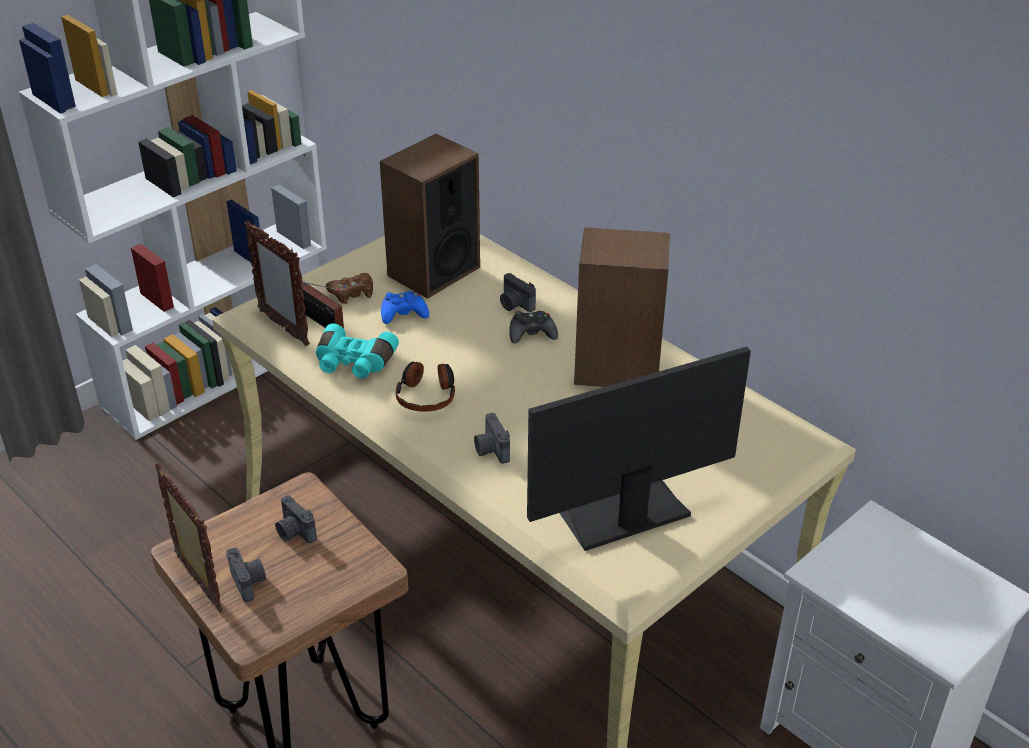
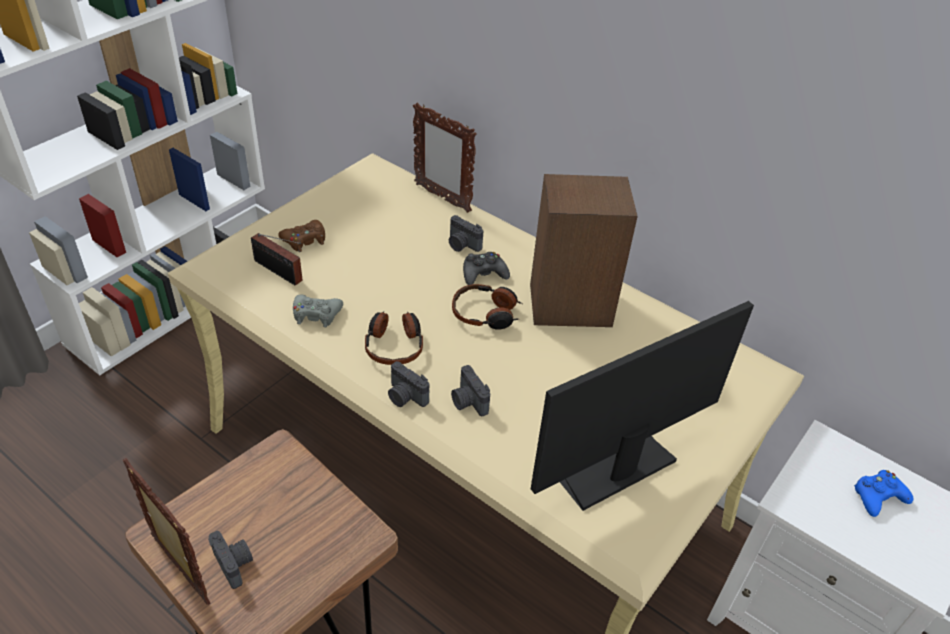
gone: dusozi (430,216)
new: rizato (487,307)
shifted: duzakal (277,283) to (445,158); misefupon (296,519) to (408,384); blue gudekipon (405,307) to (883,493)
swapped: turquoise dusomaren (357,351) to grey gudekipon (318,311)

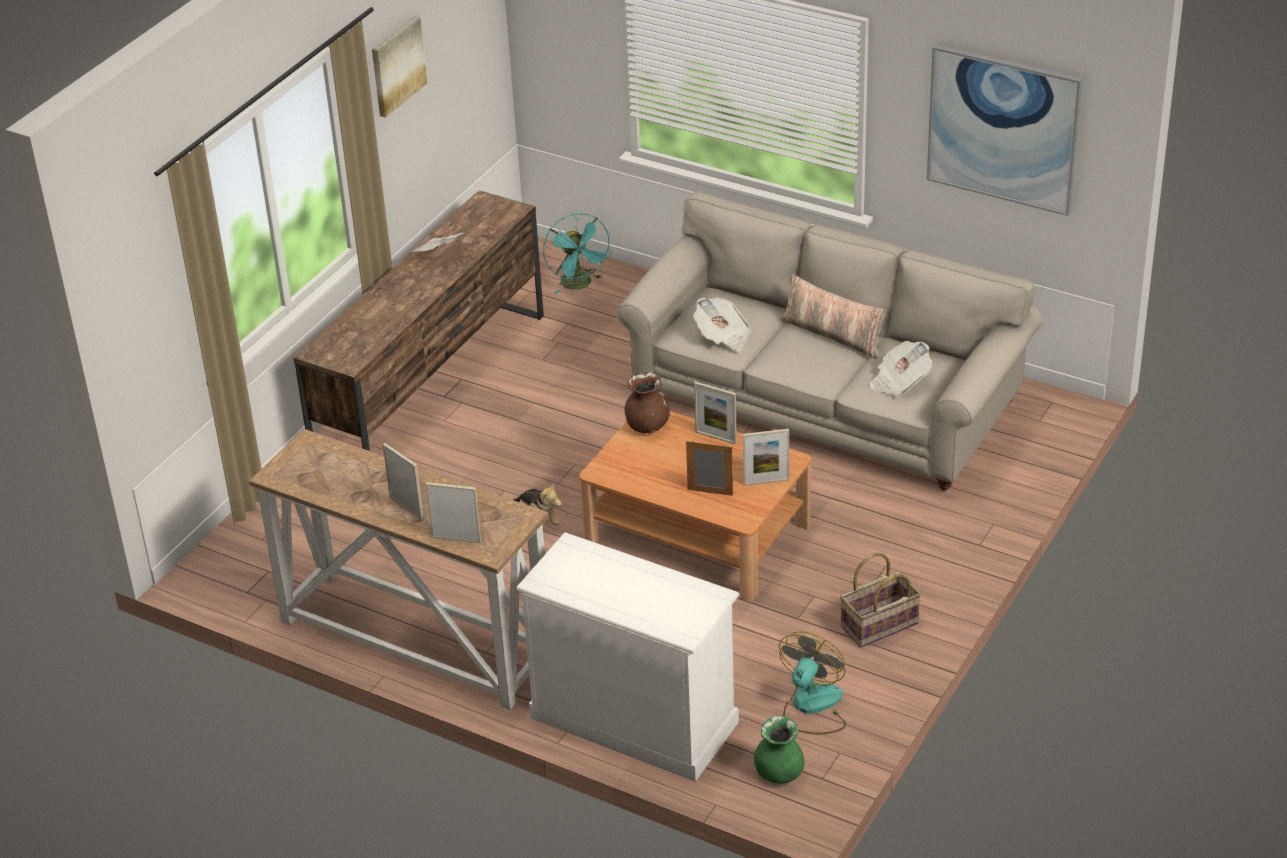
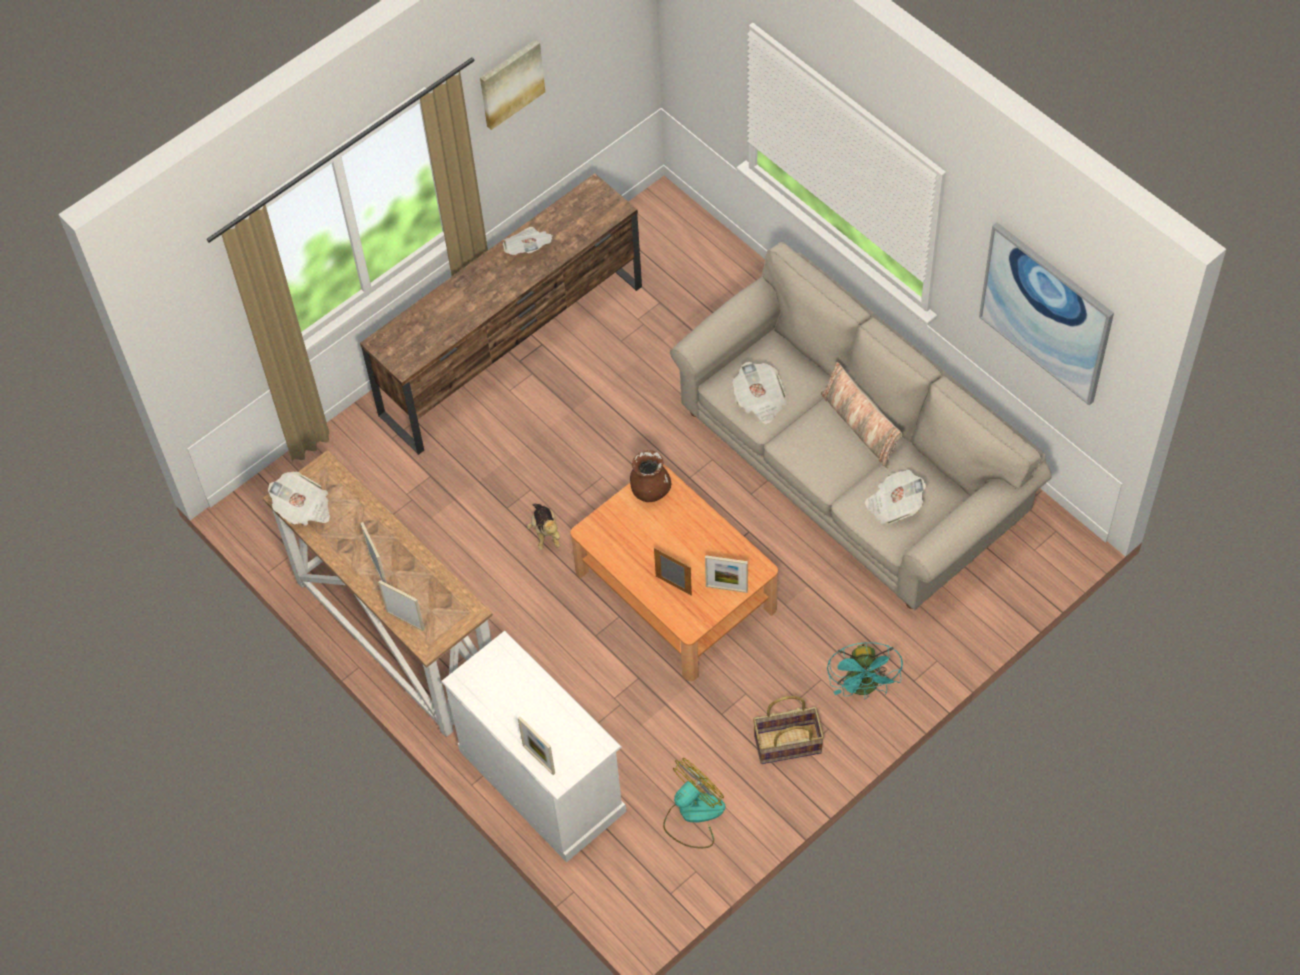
gone: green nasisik (779,750)
new: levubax (299,499)
shifted: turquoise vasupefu (577,253) to (865,670); duzakal (715,413) to (536,745)

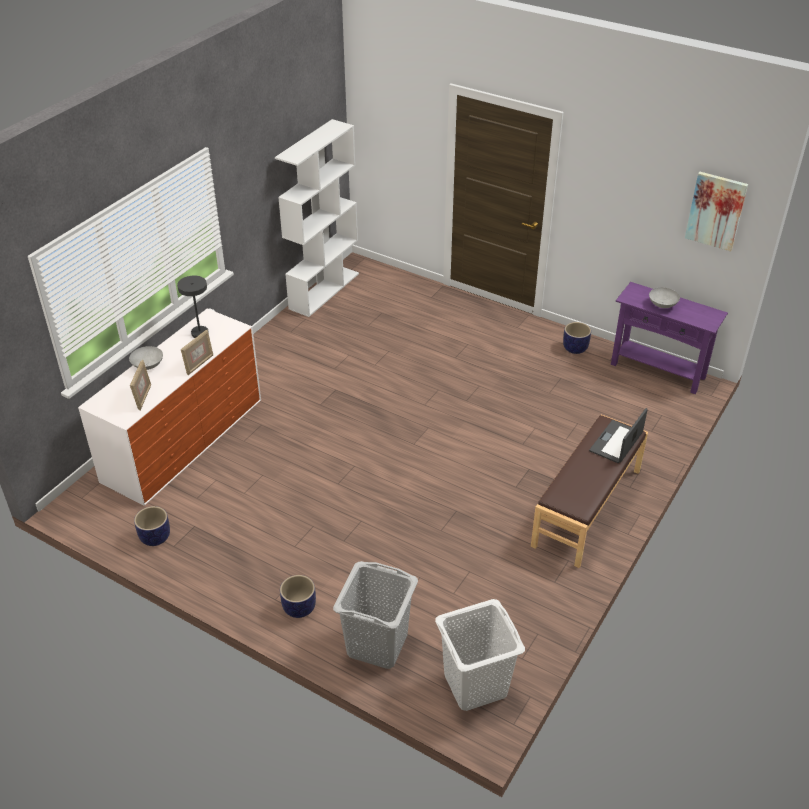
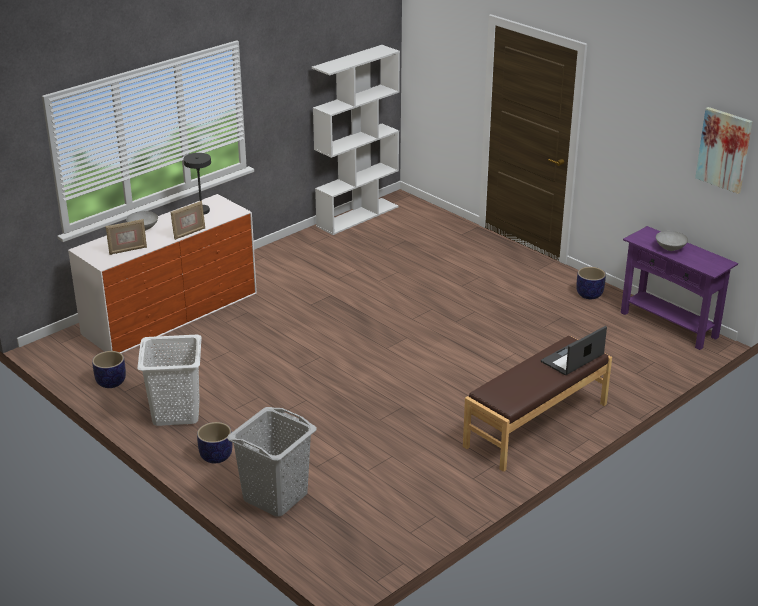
shifted: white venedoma (480,655) to (169,380)
rotated: duzakal (140,385) = (126,237) 45 degrees clockwise

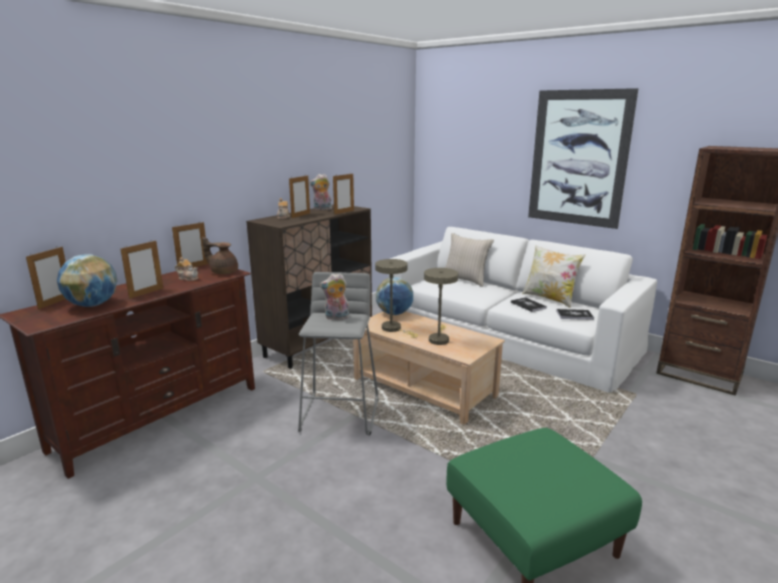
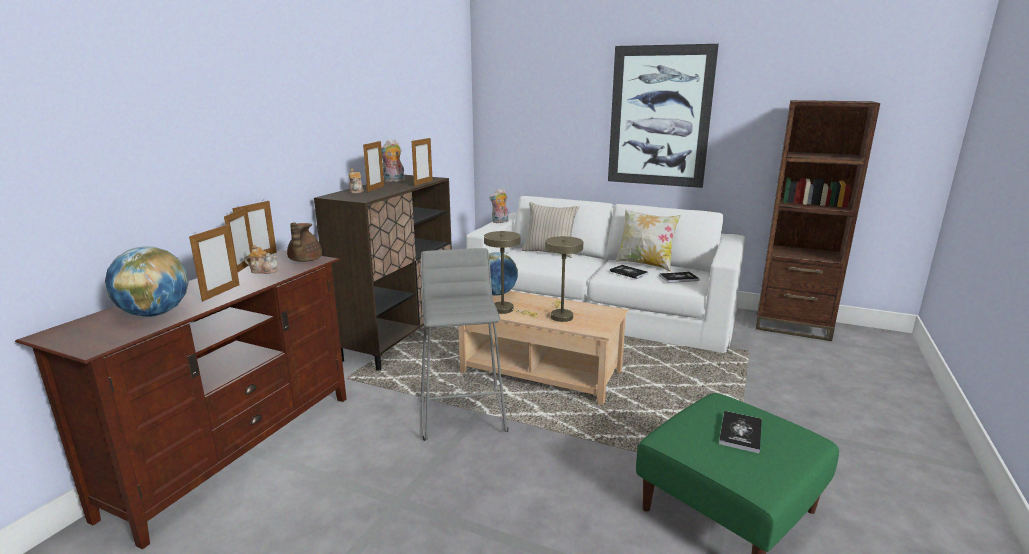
new: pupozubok (740,432)
shifted: duzakal (46,278) to (238,239); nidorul (334,296) to (499,206)
rotated: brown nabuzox (220,255) = (304,242) 90 degrees counterclockwise

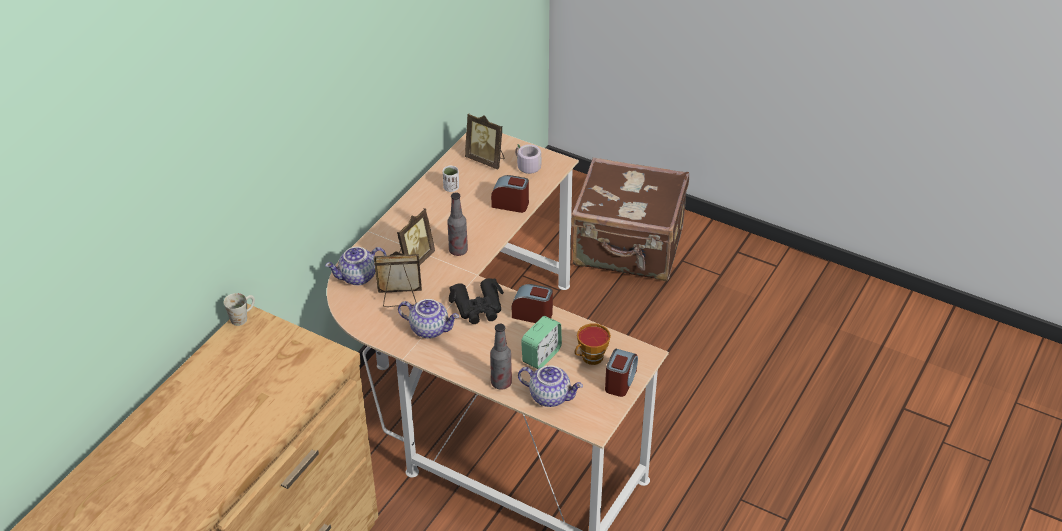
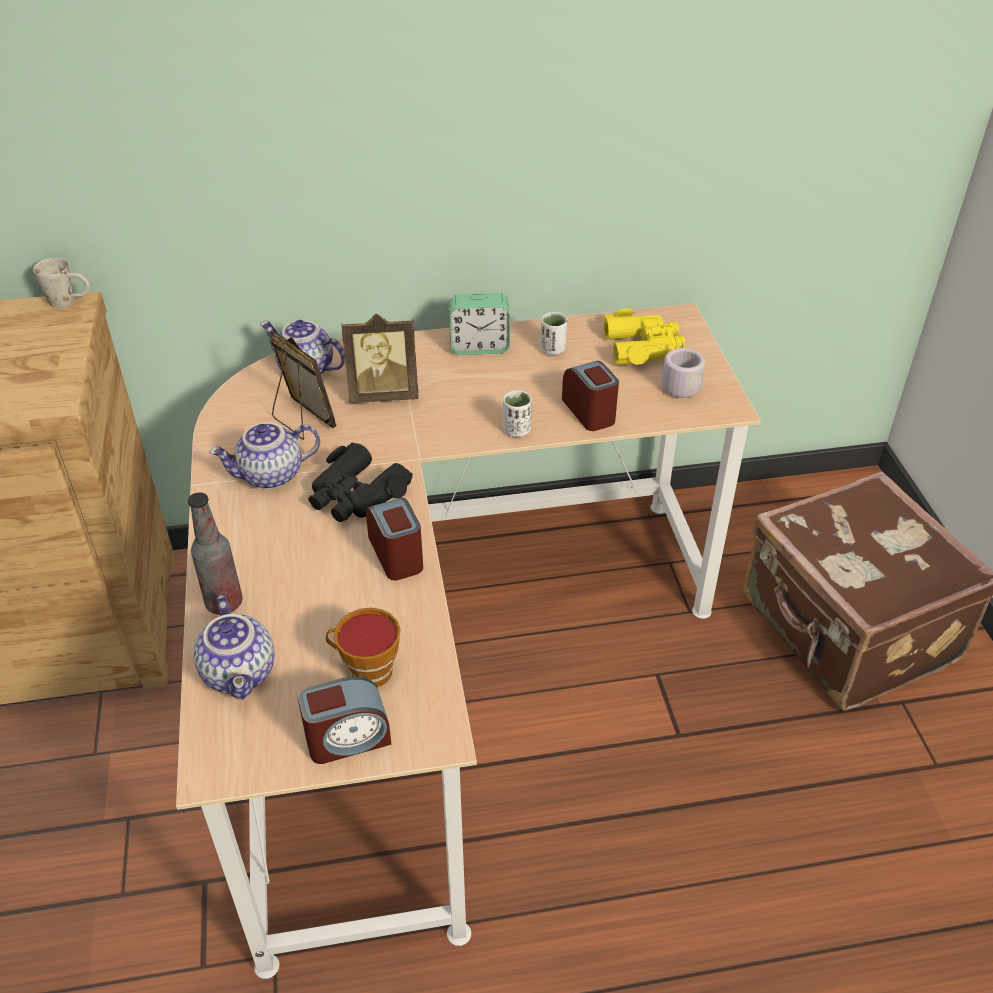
gone: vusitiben (457,224)
new: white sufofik (517,414)
shifted: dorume (541,342) to (479,324)
swapped: duzakal (484,141) to yellow dusomaren (644,336)
rotated: nabuzox (428,319) = (264,455) 90 degrees clockwise

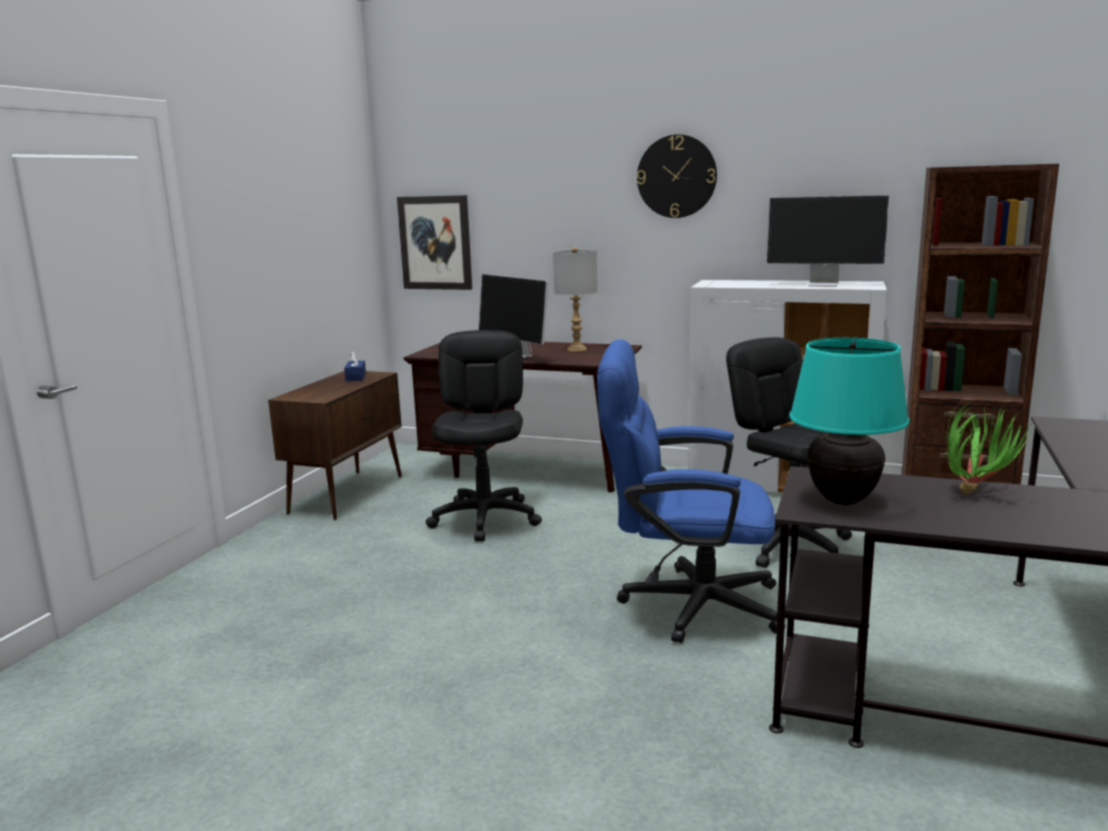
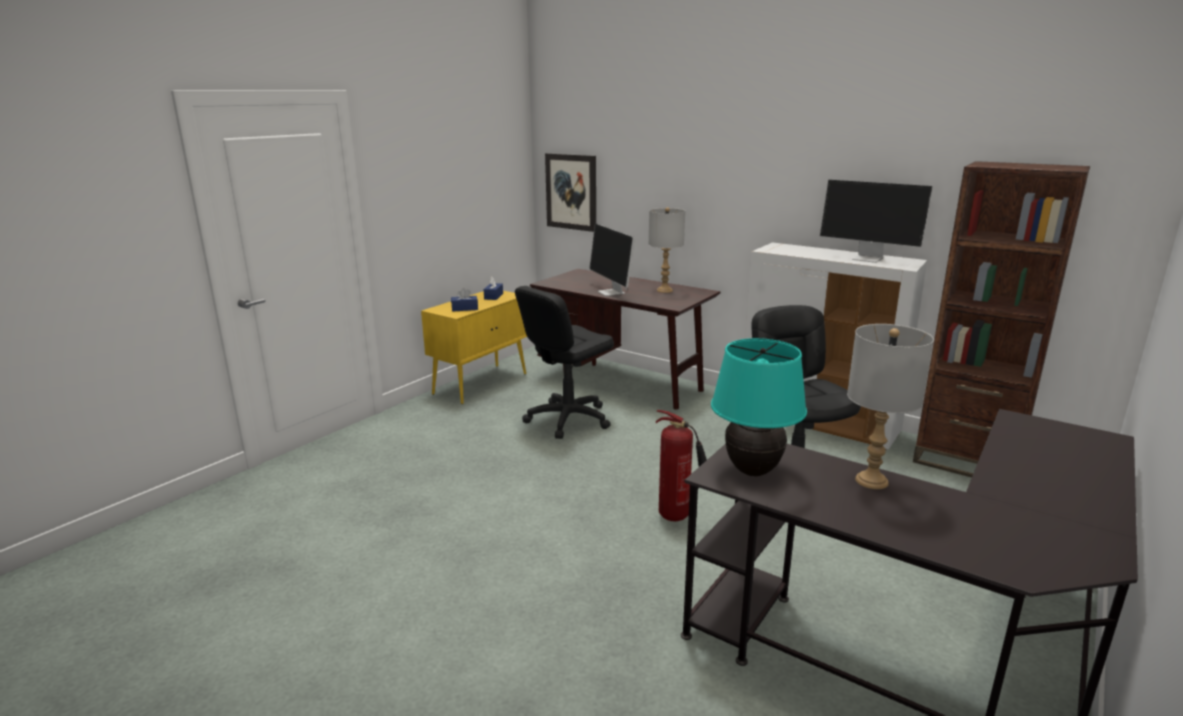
gone: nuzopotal (677,176)
new: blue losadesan (464,300)
swapped: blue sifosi (691,491) to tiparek (681,465); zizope (990,446) to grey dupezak (890,406)
repainted: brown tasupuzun (335,445) to yellow tasupuzun (474,347)
rotated: black sifosi (484,435) = (564,362) 150 degrees counterclockwise

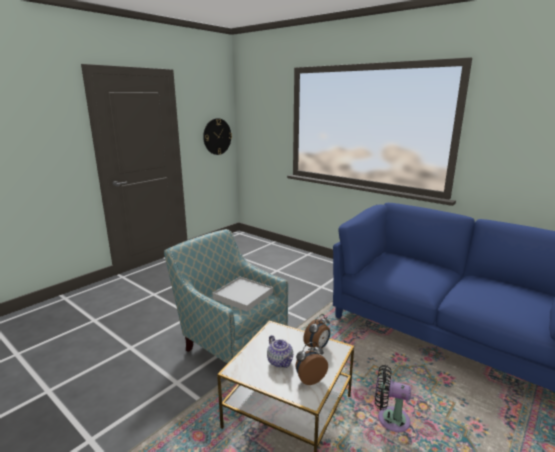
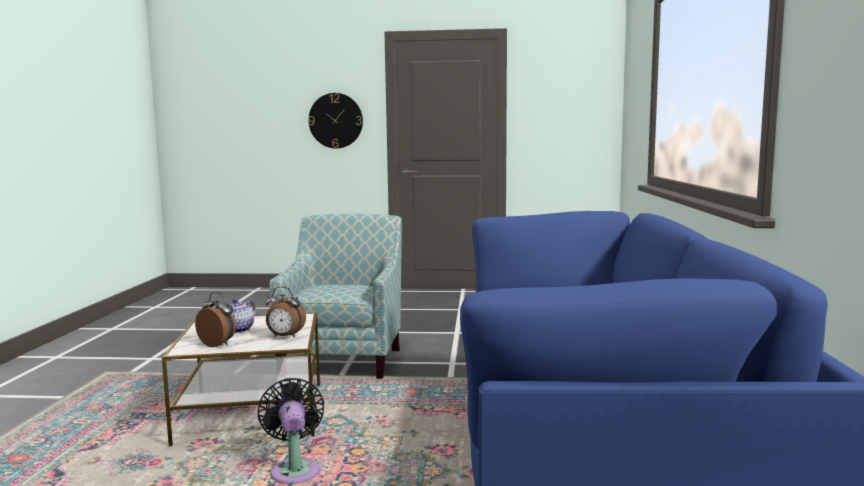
gone: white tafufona (243,294)
shifted: nuzopotal (217,136) to (335,121)

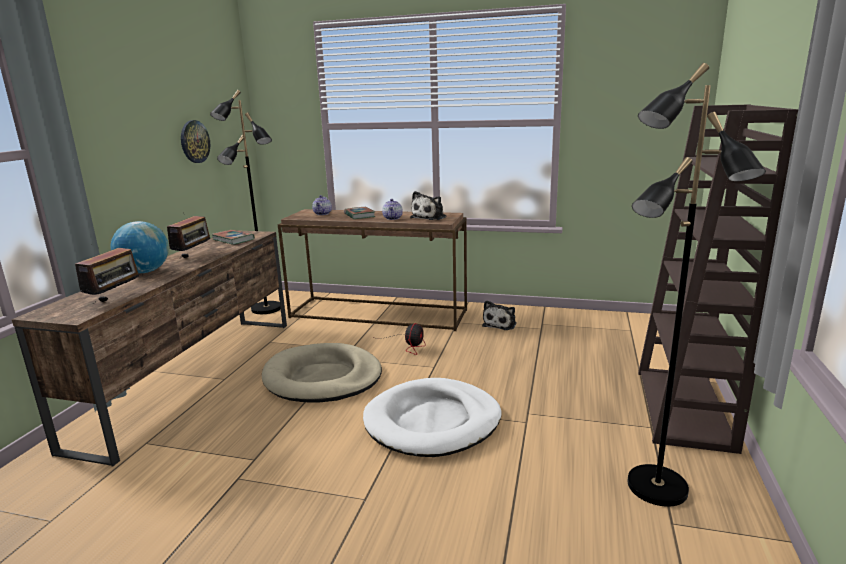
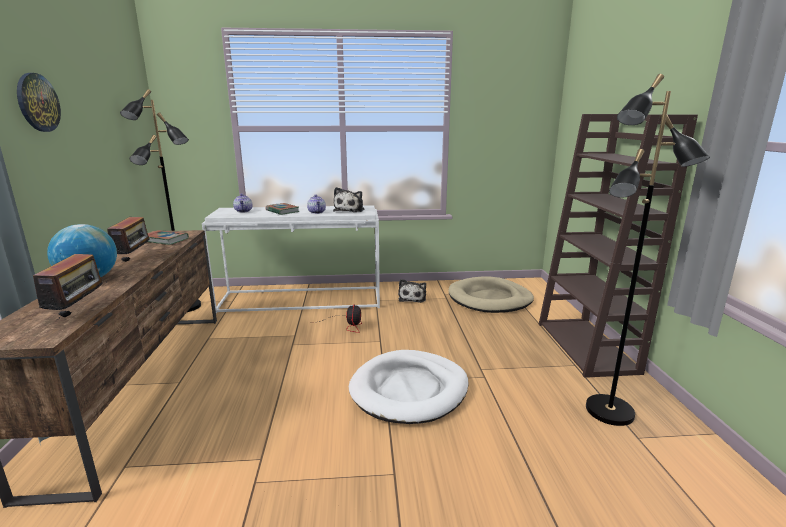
shifted: nuzopotal (195,141) to (39,102); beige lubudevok (322,372) to (491,294)
repainted: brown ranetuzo (372,270) to white ranetuzo (291,259)

